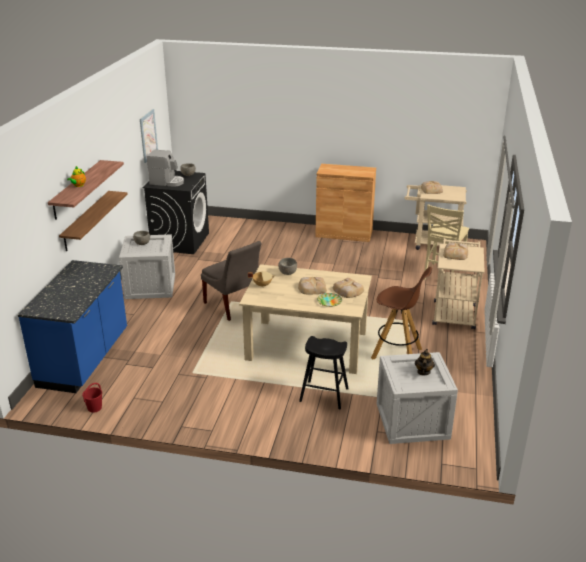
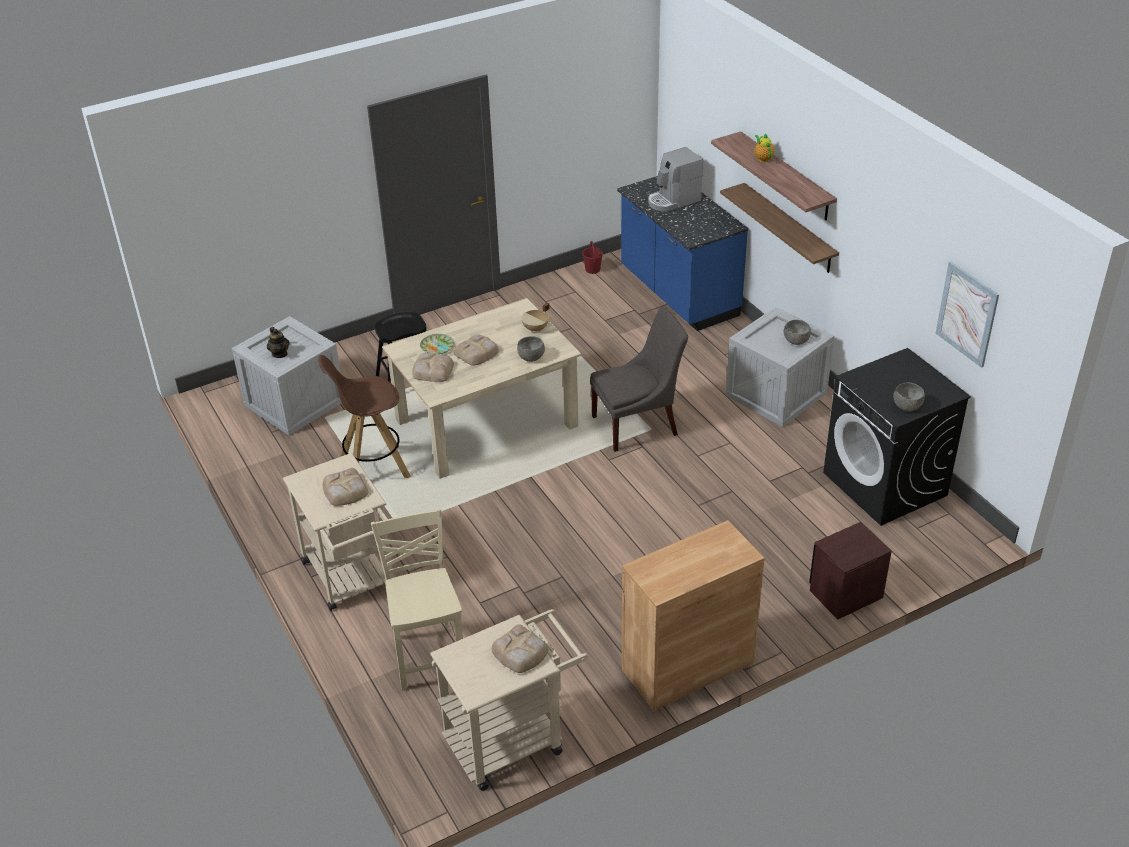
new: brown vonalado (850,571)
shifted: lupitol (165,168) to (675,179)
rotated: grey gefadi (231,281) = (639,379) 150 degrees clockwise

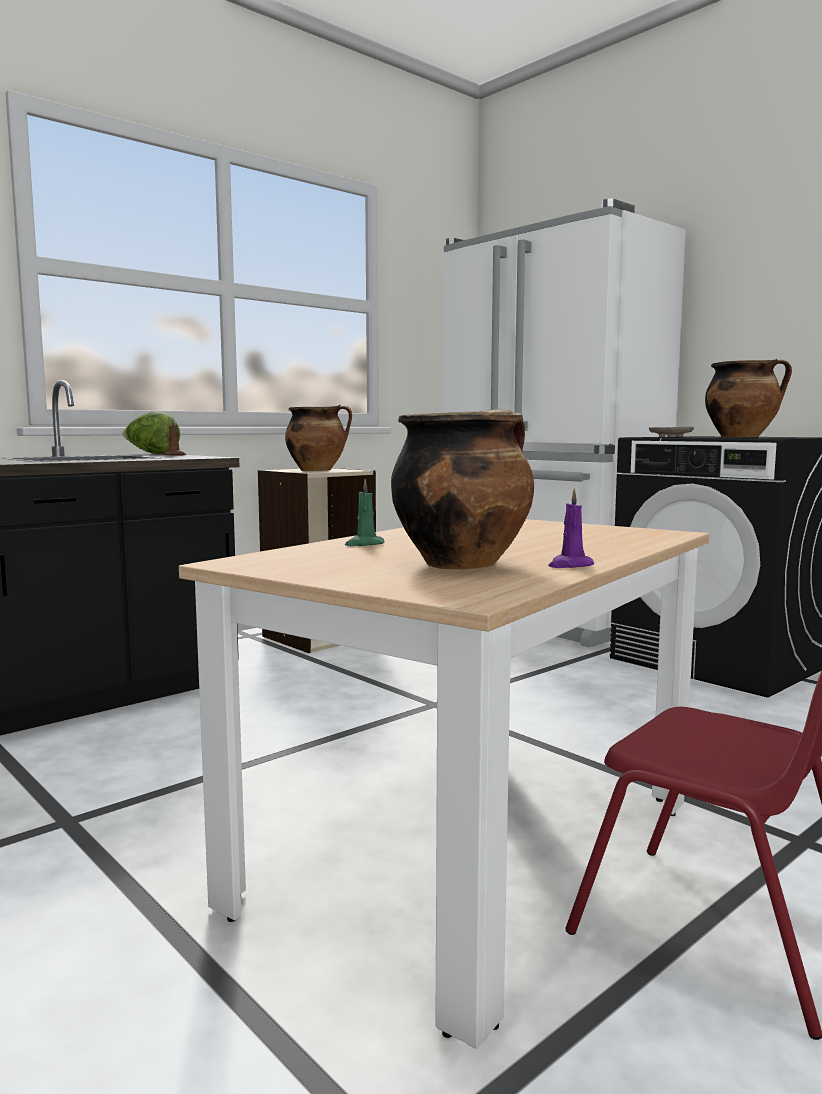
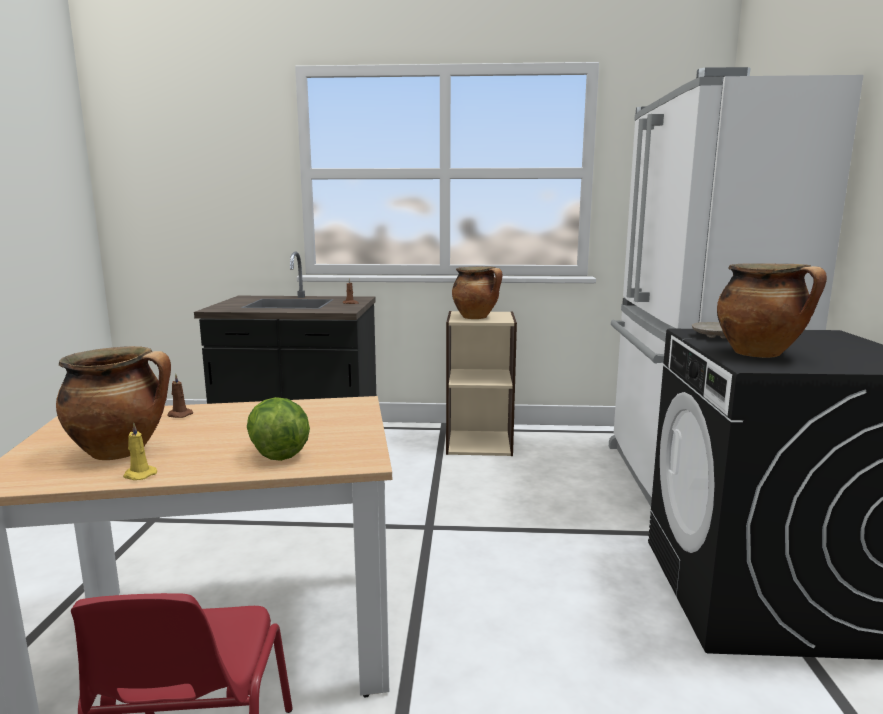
shifted: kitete (151,432) to (278,429)
repainted: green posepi (364,512) to brown posepi (180,396); purple posepi (571,528) to yellow posepi (140,451)

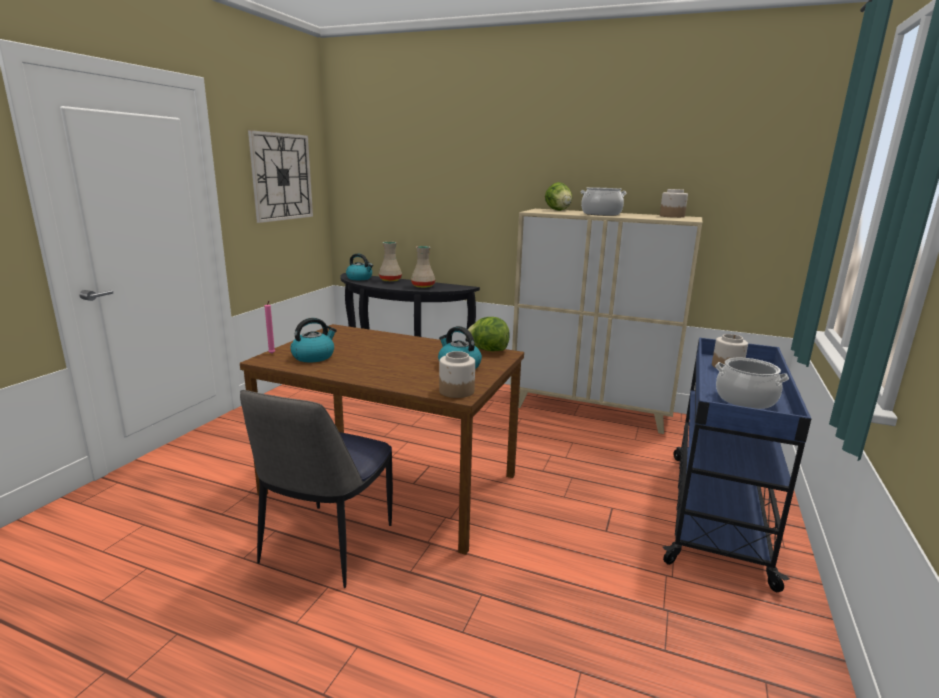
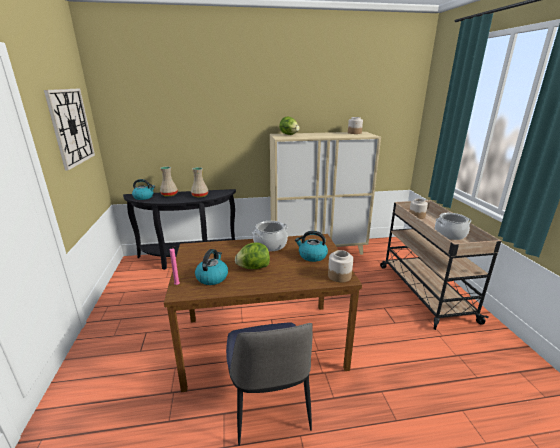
shifted: kitete (487,334) to (252,255); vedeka (603,202) to (270,236)
repainted: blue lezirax (736,465) to beige lezirax (440,265)

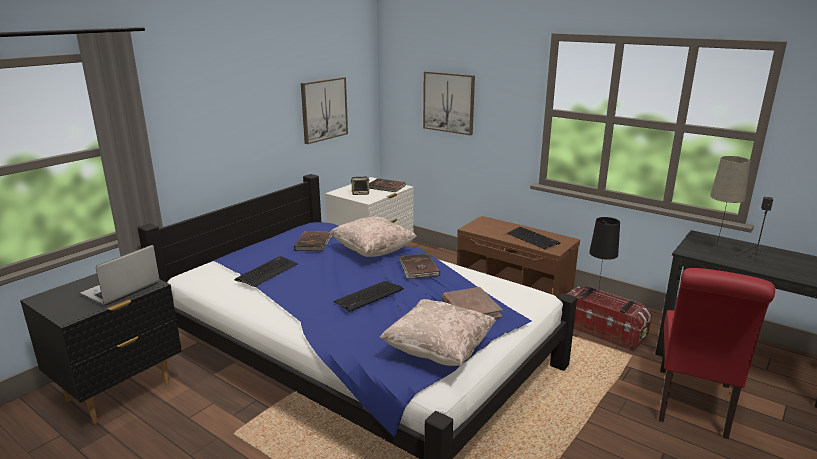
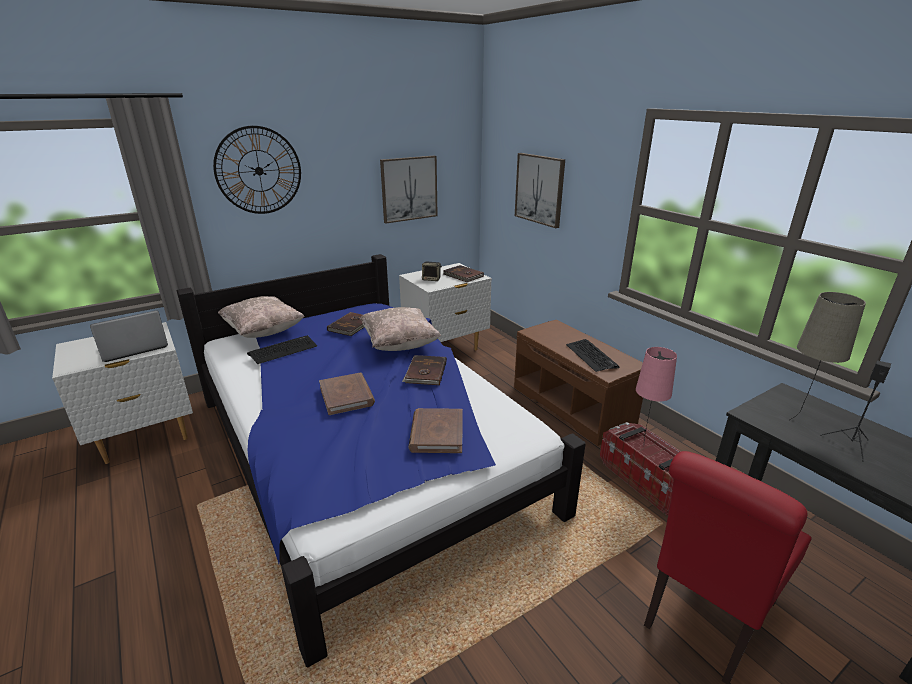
new: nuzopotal (257,170)
shifted: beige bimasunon (438,332) to (261,317)
swapped: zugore (368,296) to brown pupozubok (347,394)
repainted: black vonalado (101,348) to white vonalado (122,393); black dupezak (604,258) to pink dupezak (656,393)

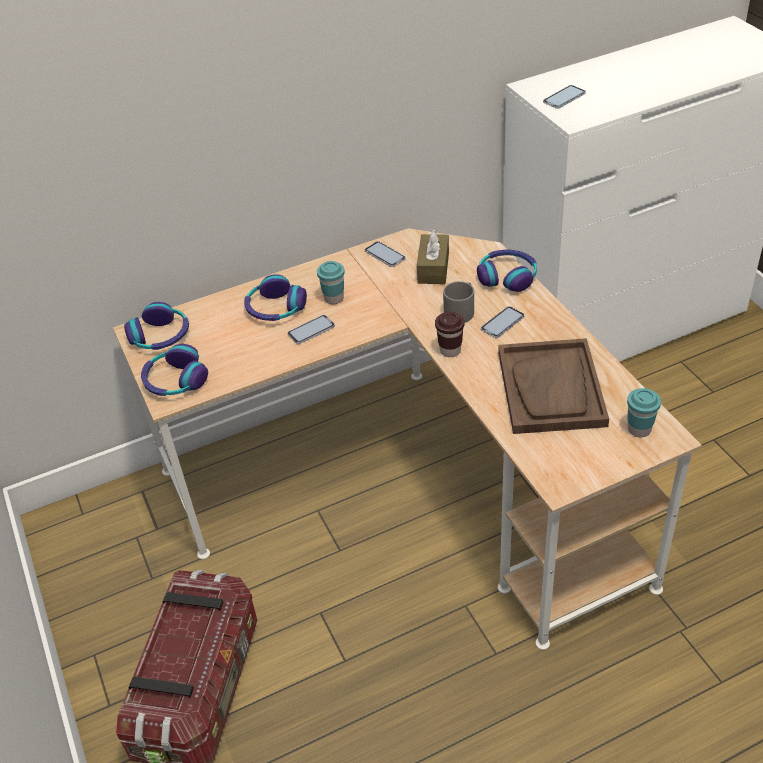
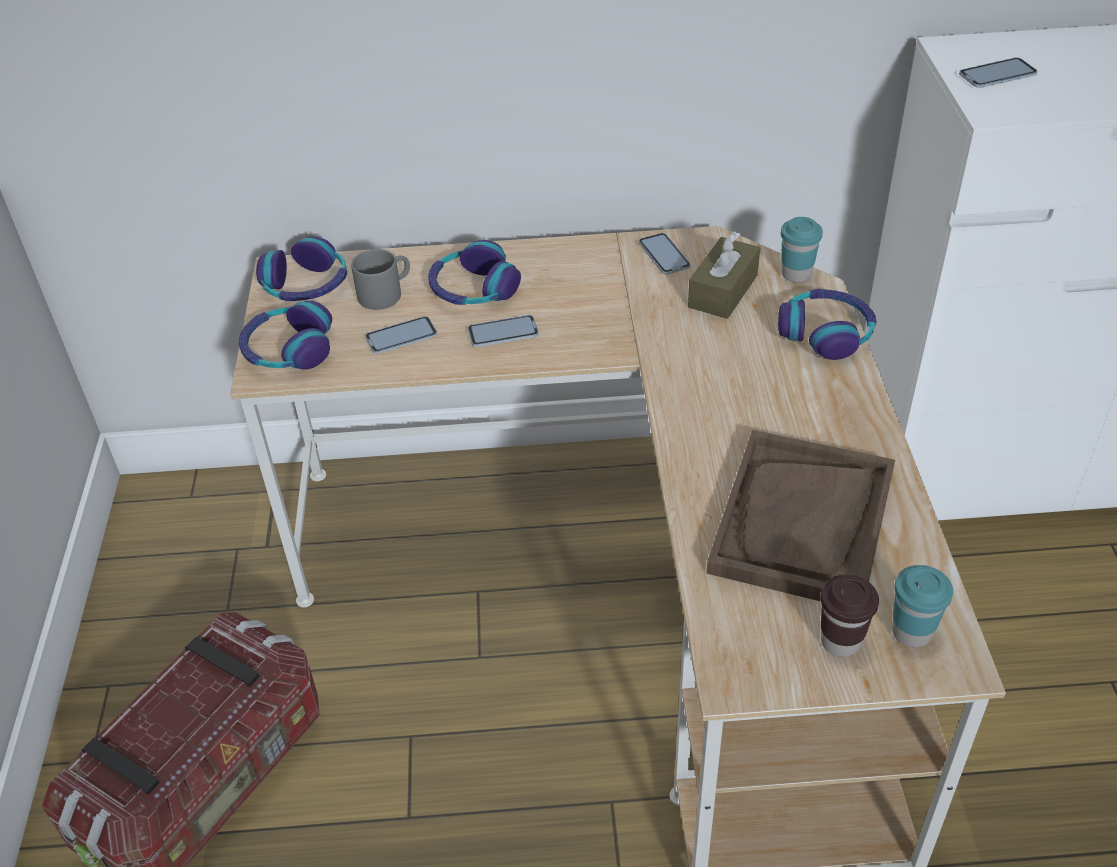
shifted: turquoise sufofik (331,282) to (802,250); brown sufofik (450,334) to (850,615); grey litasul (458,301) to (380,279); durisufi (502,322) to (401,335)

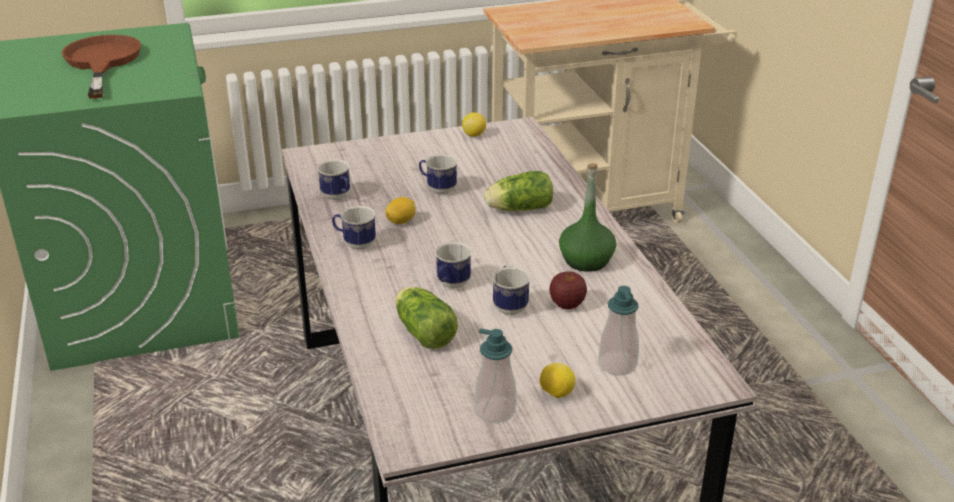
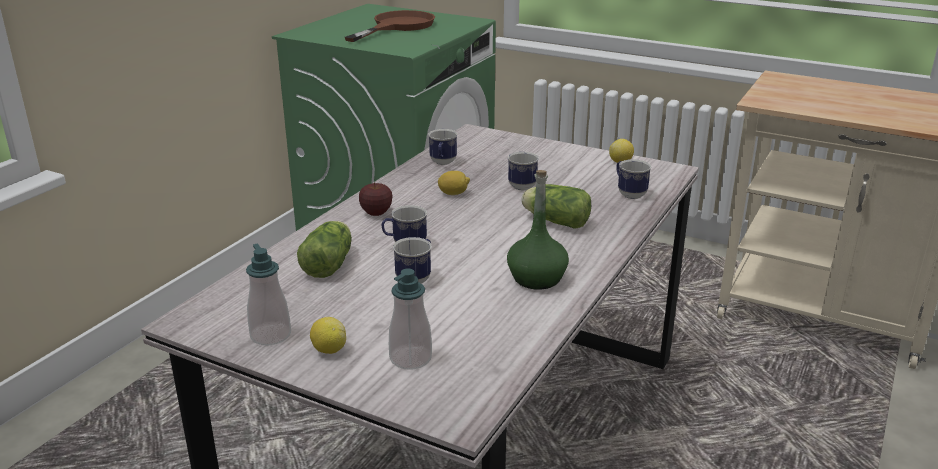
shifted: litasul (354,228) to (634,179); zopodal (568,290) to (376,199)

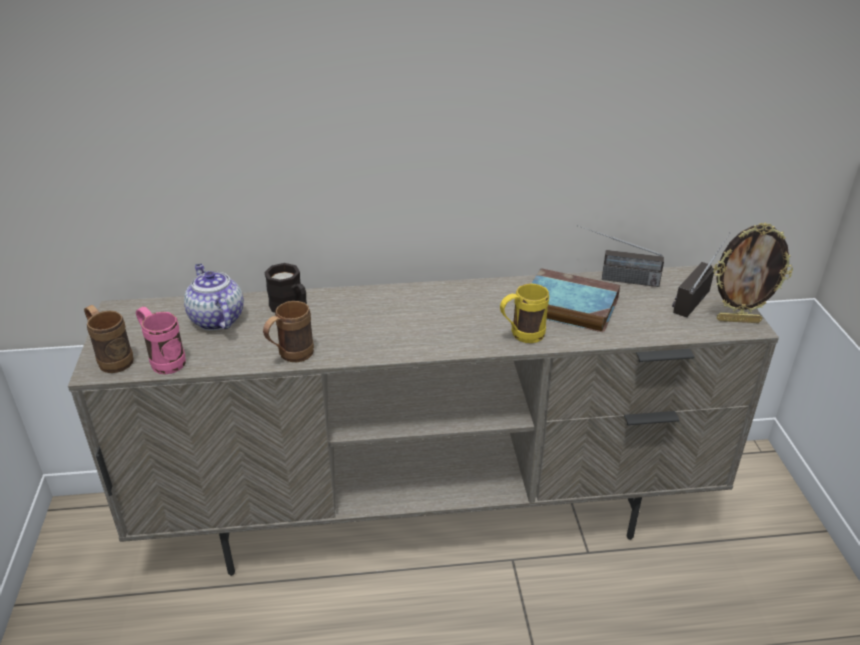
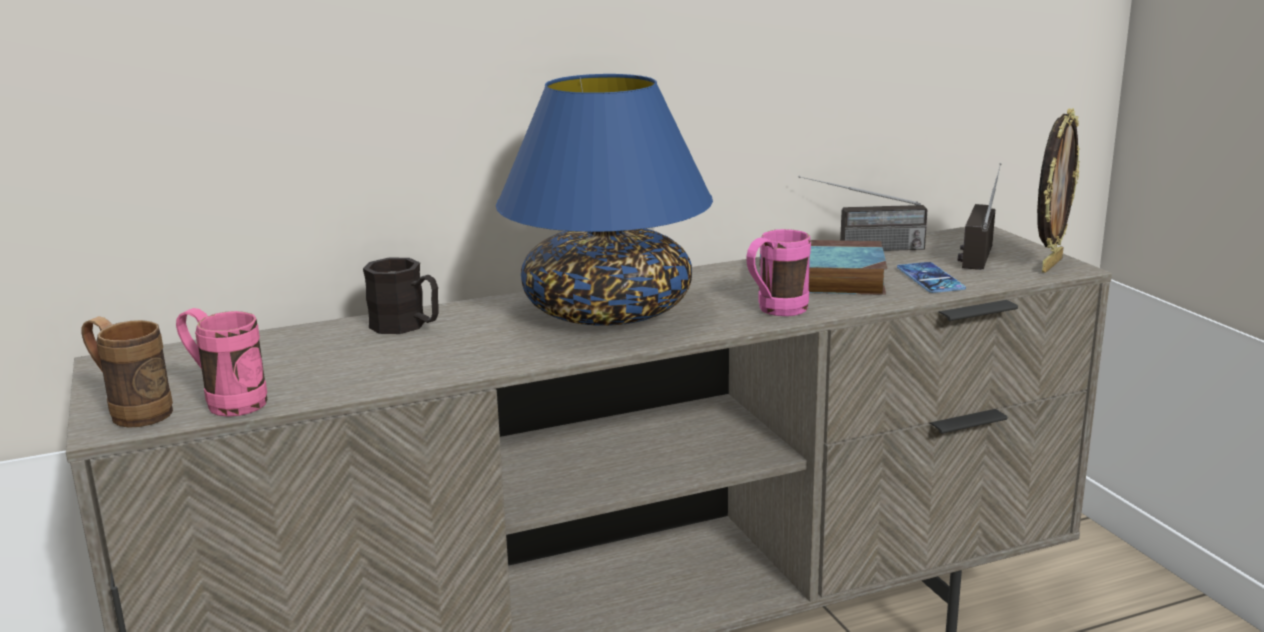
gone: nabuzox (214,297); brown litasul (288,331)
new: blue dupezak (604,200); durisufi (931,277)
repainted: yellow litasul (524,313) to pink litasul (778,272)
rotated: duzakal (753,272) = (1058,190) 45 degrees counterclockwise

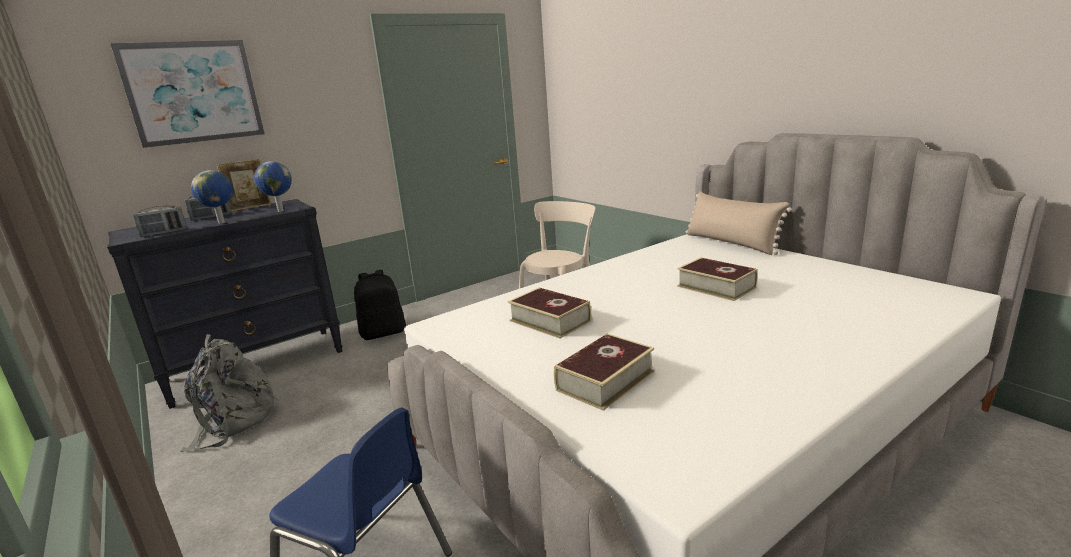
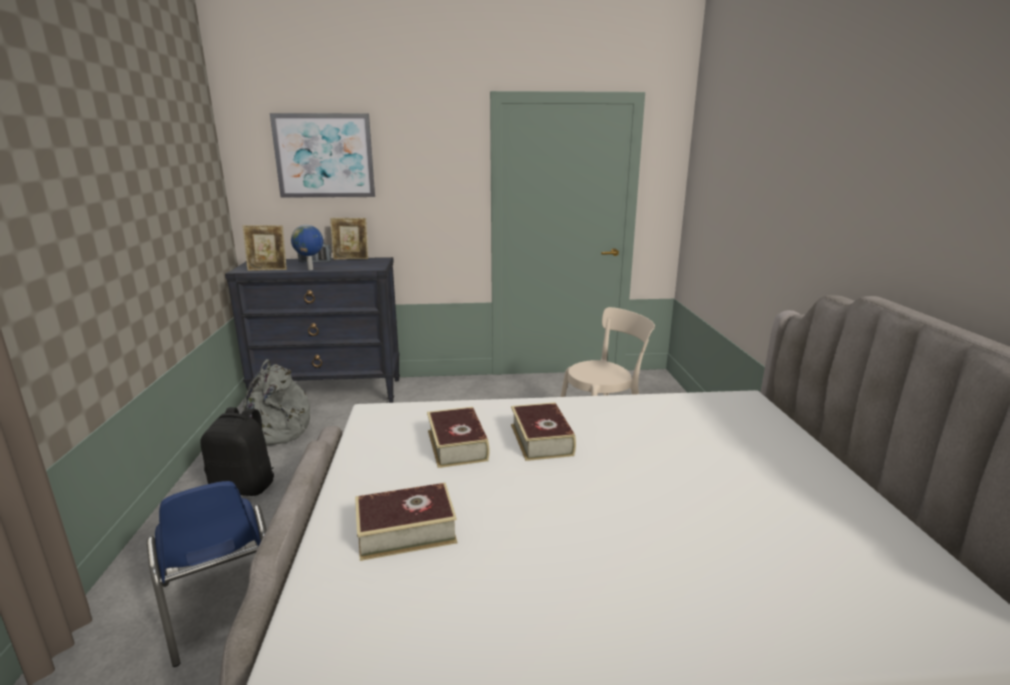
gone: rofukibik (273,186); beige bimasunon (739,223)
shifted: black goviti (380,305) to (237,451); pupozubok (717,279) to (543,431)
swapped: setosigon (160,221) to duzakal (265,248)

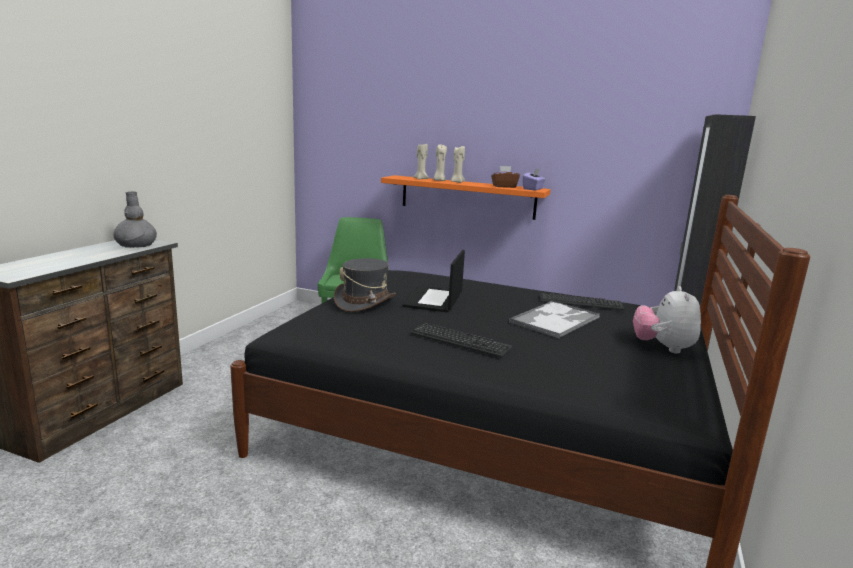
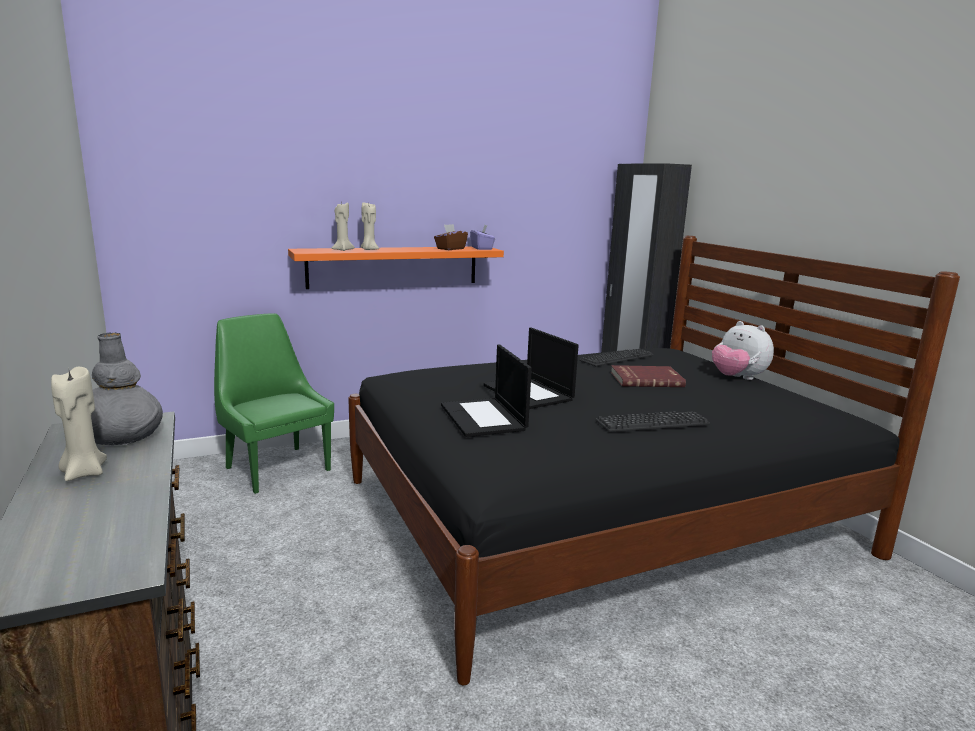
shifted: beige posepi (458,164) to (79,424)
swapped: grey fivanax (365,285) to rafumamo (486,390); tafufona (554,319) to red pupozubok (648,376)

